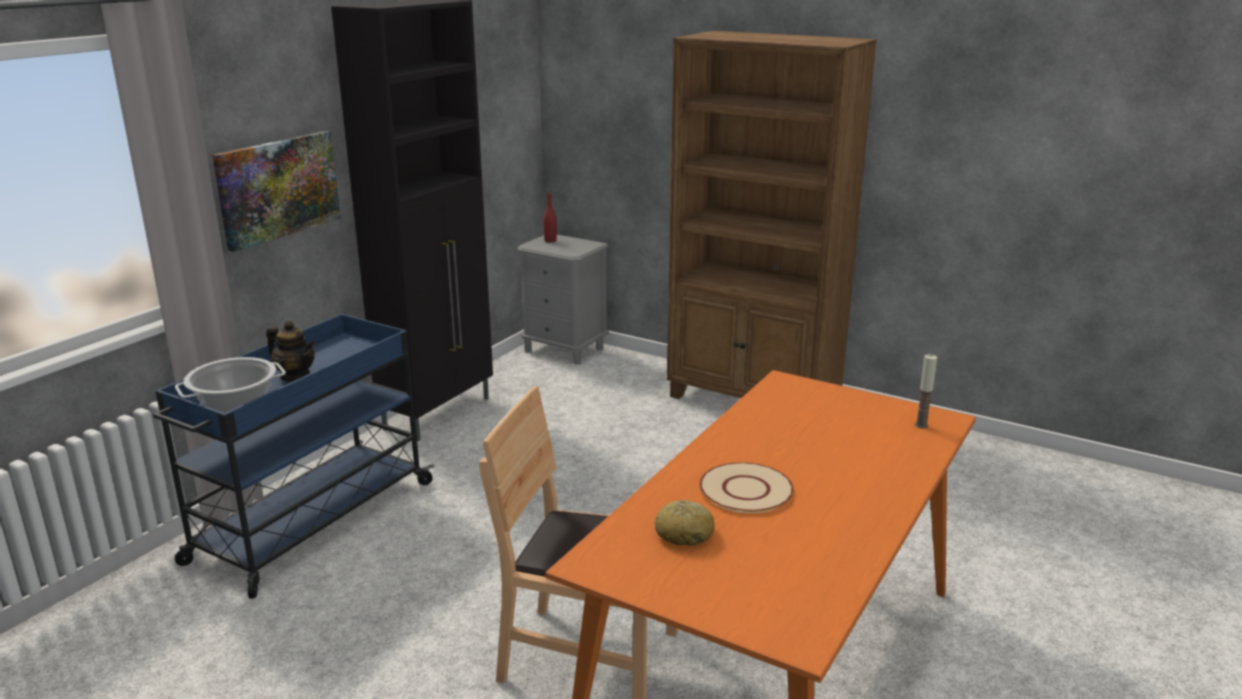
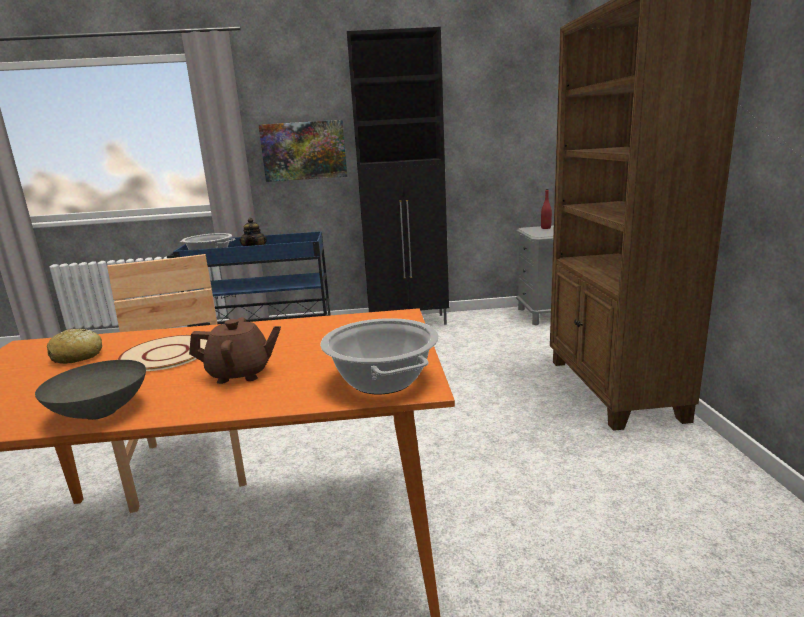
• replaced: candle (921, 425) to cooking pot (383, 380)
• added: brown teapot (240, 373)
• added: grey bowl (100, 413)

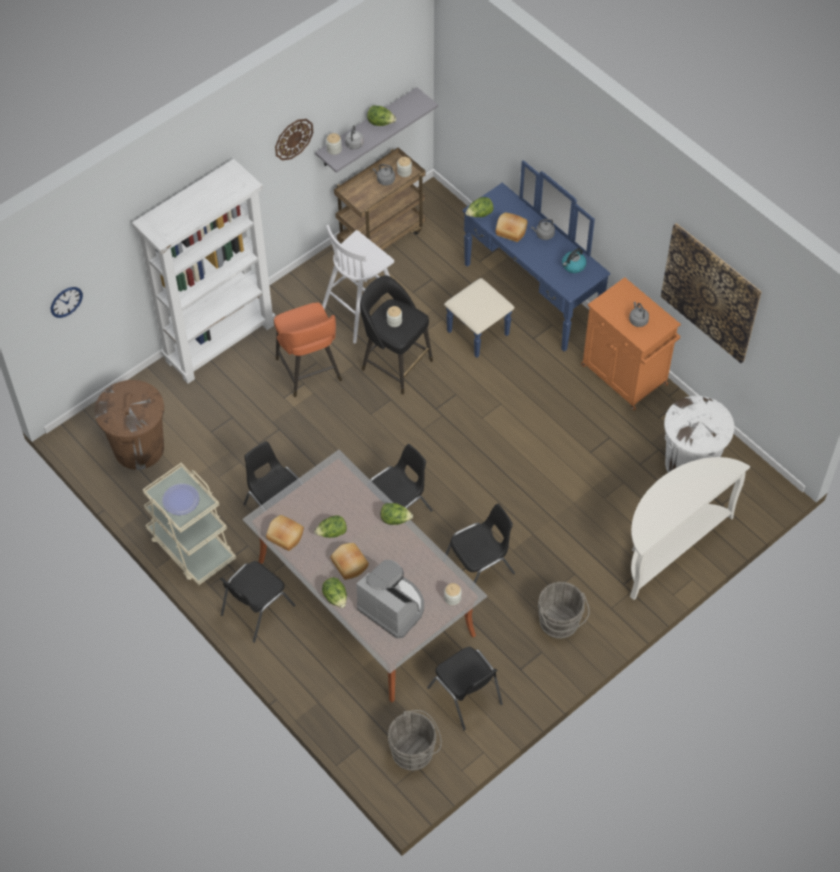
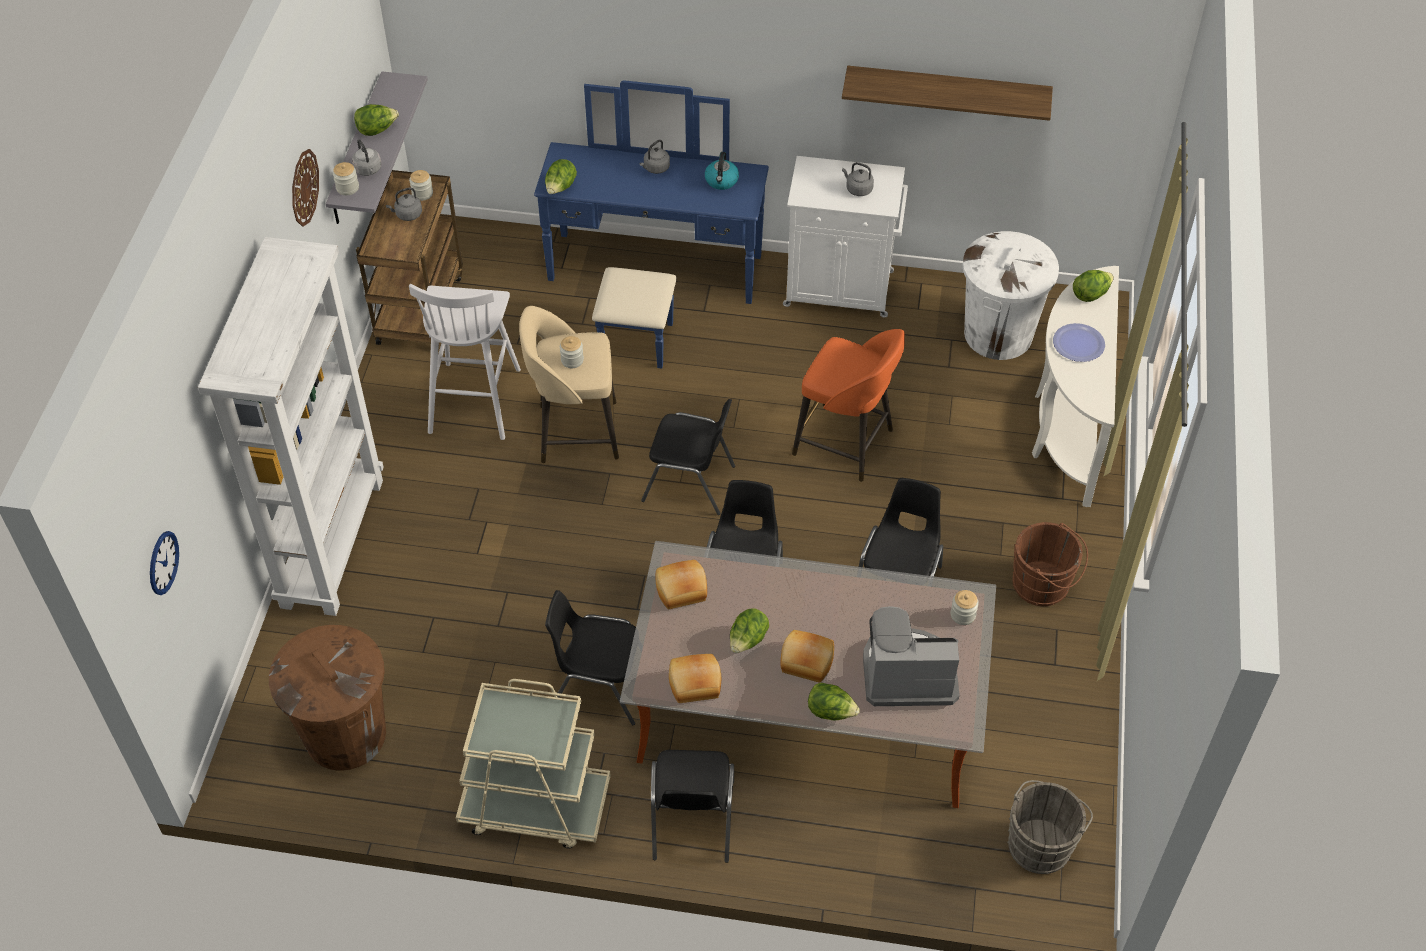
• moved: bread (510, 231) to (681, 591)
• replaced: picture (710, 292) to shelf (947, 92)
• recoloured: black stool (395, 364) to beige stool (575, 432)
• recoloured: orange cabinet (625, 376) to white cabinet (841, 289)
• moved: orange stool (309, 371) to (845, 443)
• moved: plate (181, 500) to (1078, 344)
• moved: lettuce (395, 519) to (1090, 294)
• recoloured: grey bucket (560, 624) to brown bucket (1044, 585)
• moved: black chair (465, 696) to (690, 483)

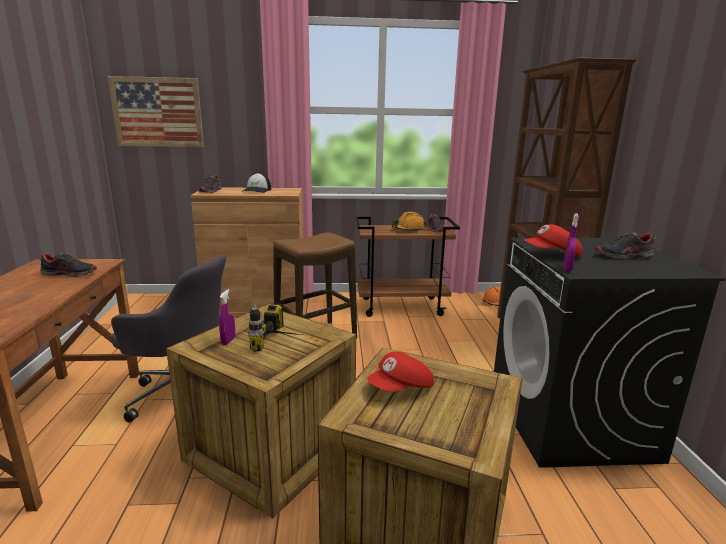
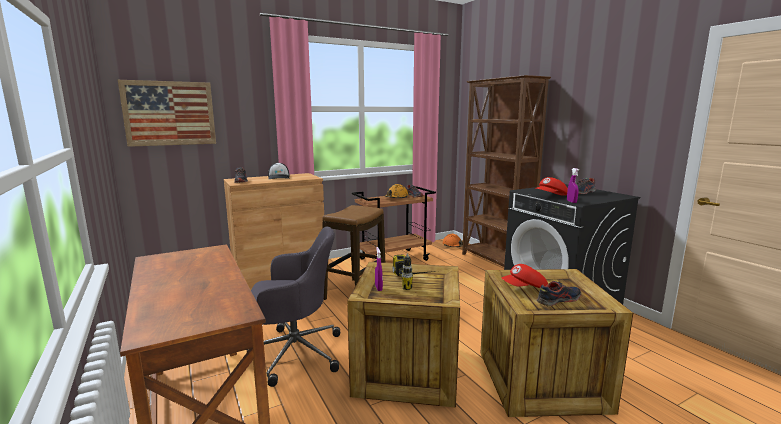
• moved: shoe (70, 274) to (558, 300)
• turned: red cap (401, 389) = (524, 289) 45 degrees clockwise

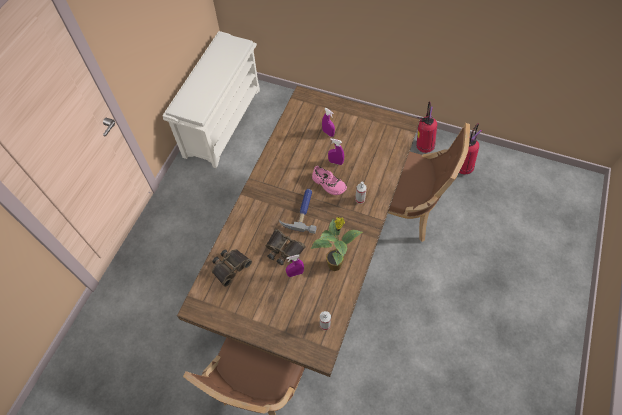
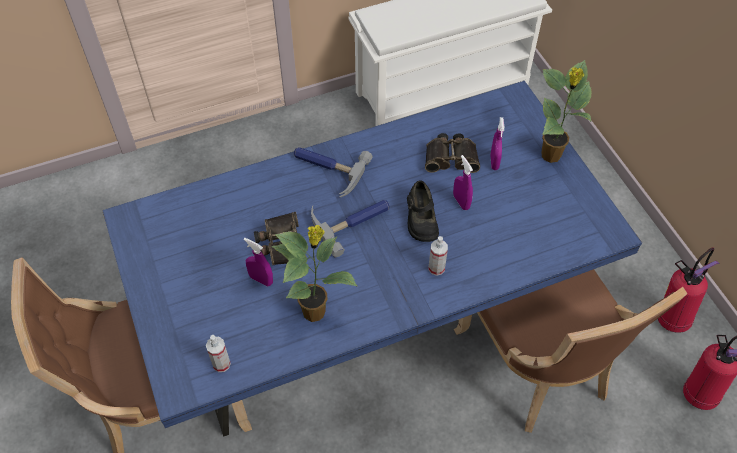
• recoloured: brown dining table (312, 256) to blue dining table (369, 319)
• recoloured: pink shoe (328, 184) to black shoe (421, 218)
• moved: binoculars (230, 266) to (451, 157)
• added: potted plant (551, 156)
• added: hammer (327, 169)

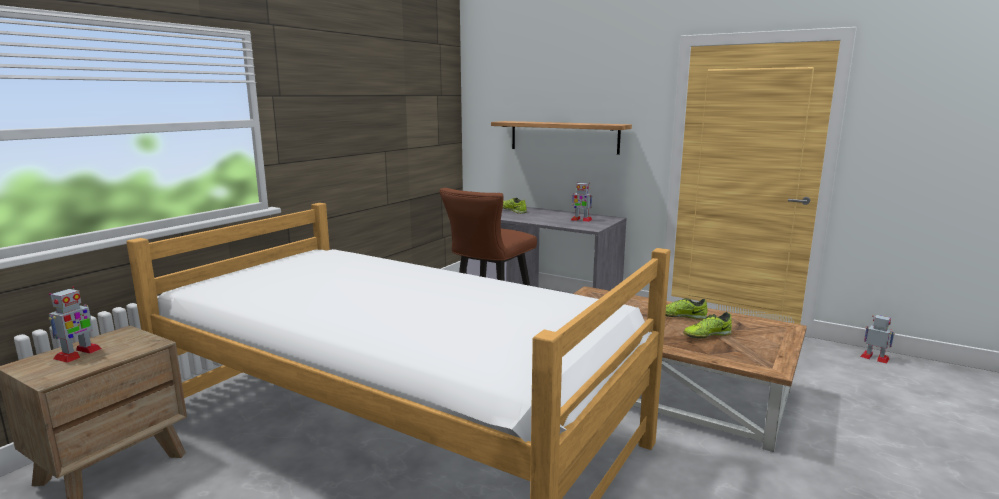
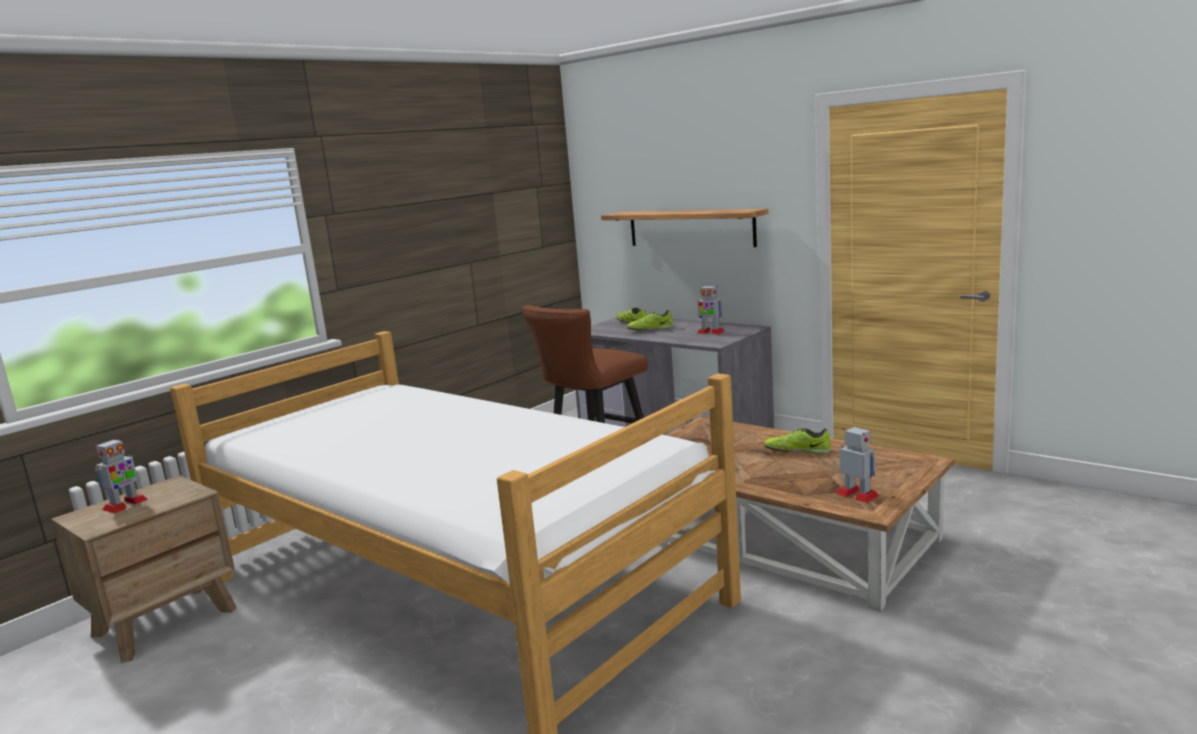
• moved: shoe (706, 335) to (650, 330)
• moved: toy robot (875, 358) to (857, 494)

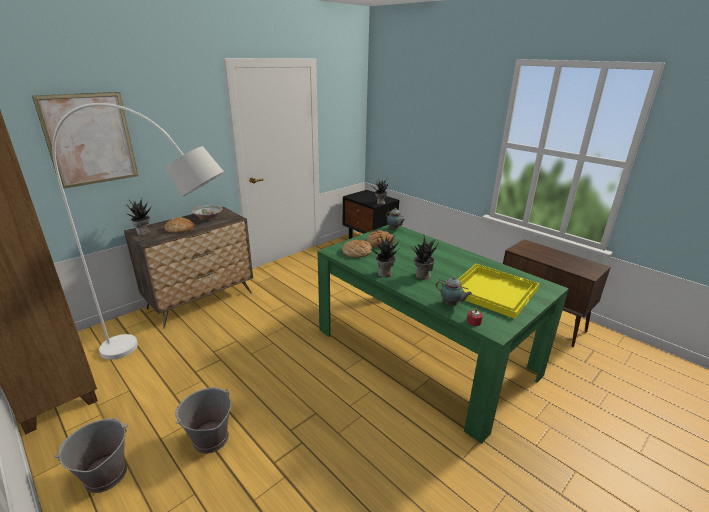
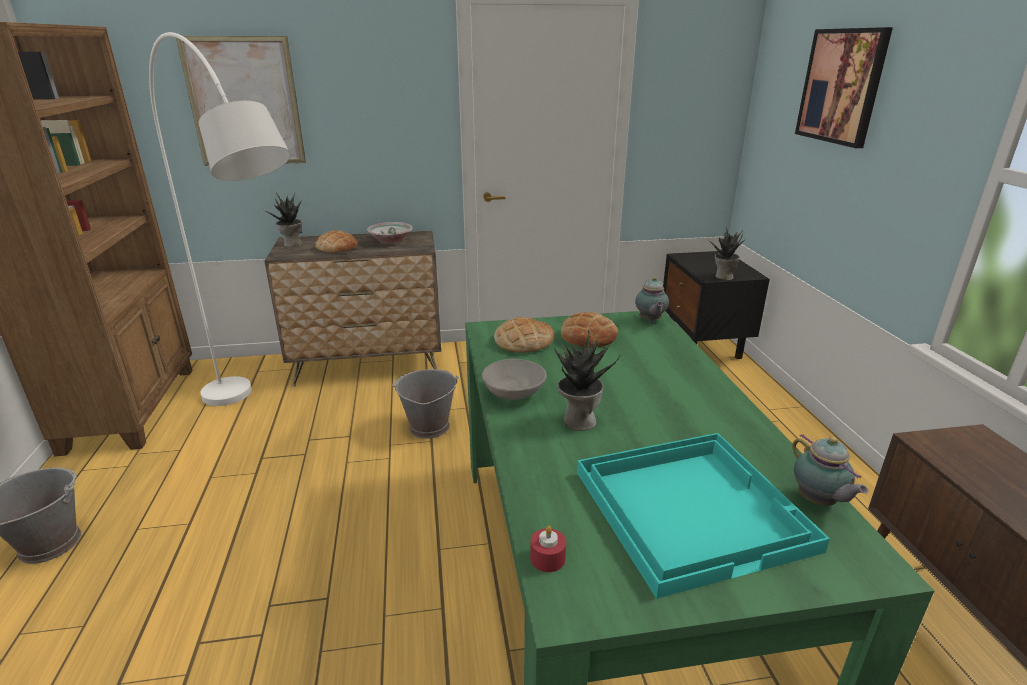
• replaced: potted plant (384, 274) to grey bowl (513, 393)
• recoloured: yellow tray (492, 290) to turquoise tray (691, 508)
• moved: teapot (451, 304) to (818, 502)
• moved: grey bucket (210, 439) to (428, 426)
• added: picture (841, 86)

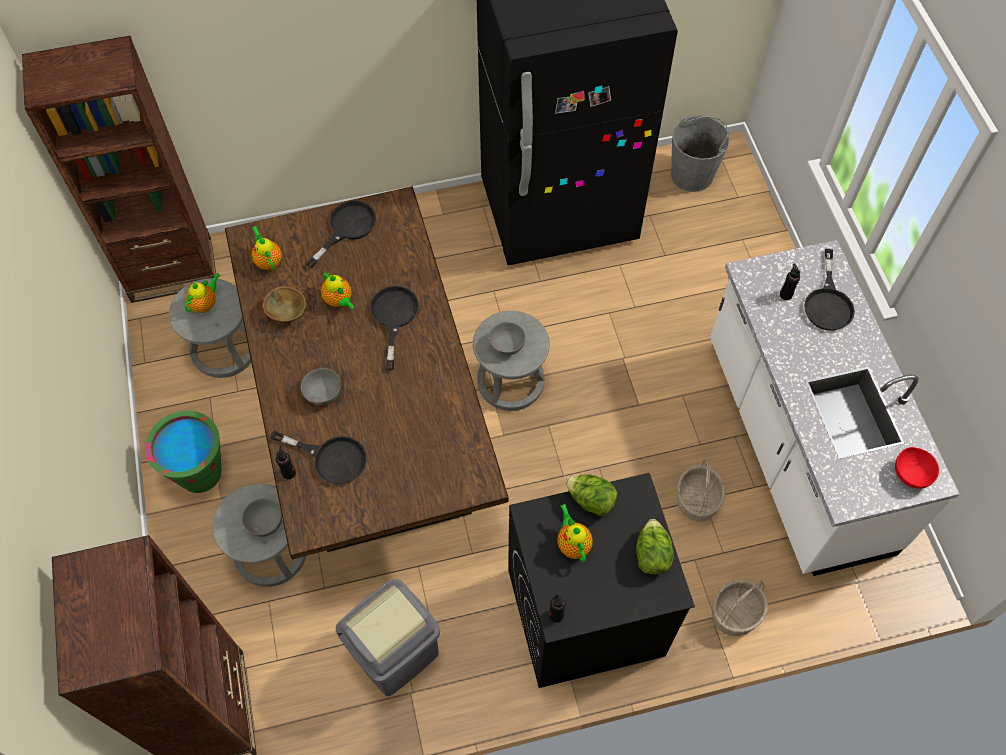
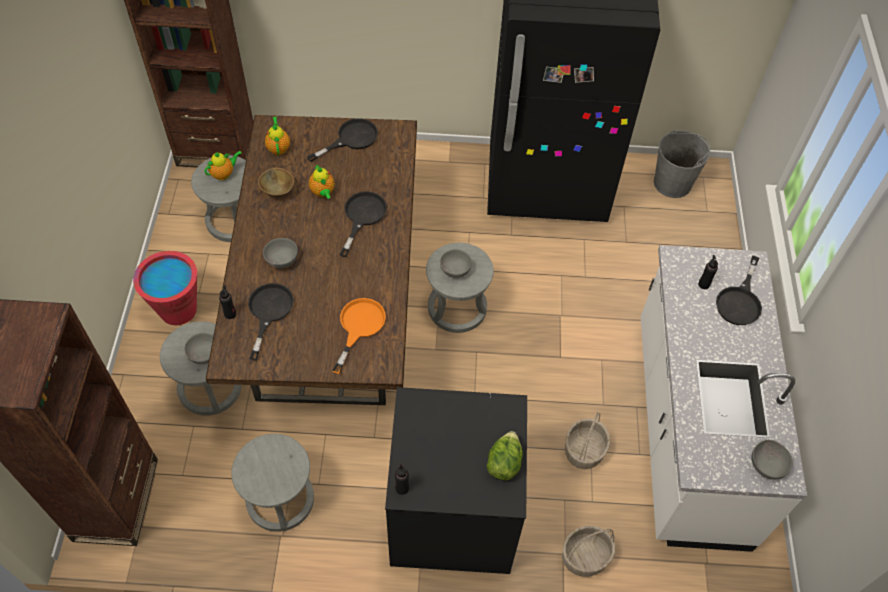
• recoloured: green bucket (200, 473) to red bucket (178, 310)
• turned: black frying pan (331, 458) = (268, 312) 120 degrees counterclockwise
• recoloured: red bowl (911, 473) to grey bowl (767, 465)
• removed: lettuce (590, 500)
• removed: teapot (573, 543)
• replaced: grey trash can (396, 653) to grey stool (280, 500)
• added: orange frying pan (359, 327)

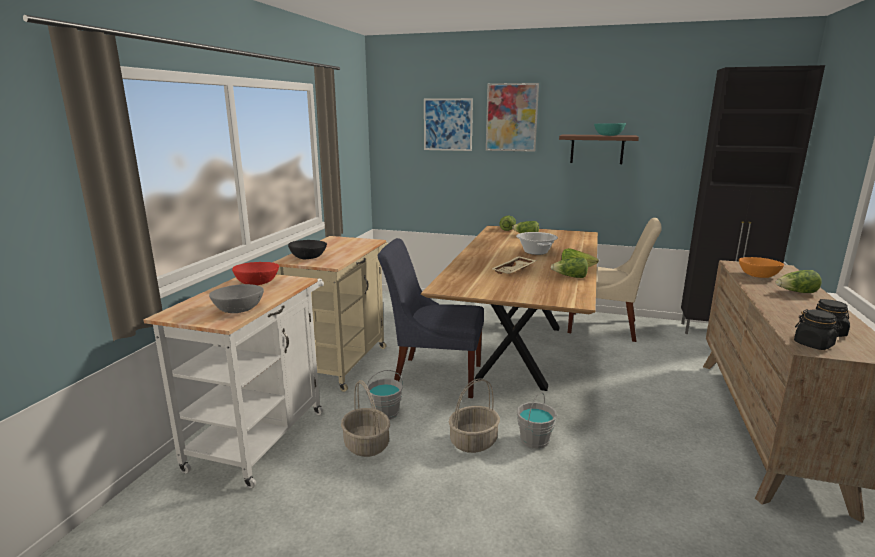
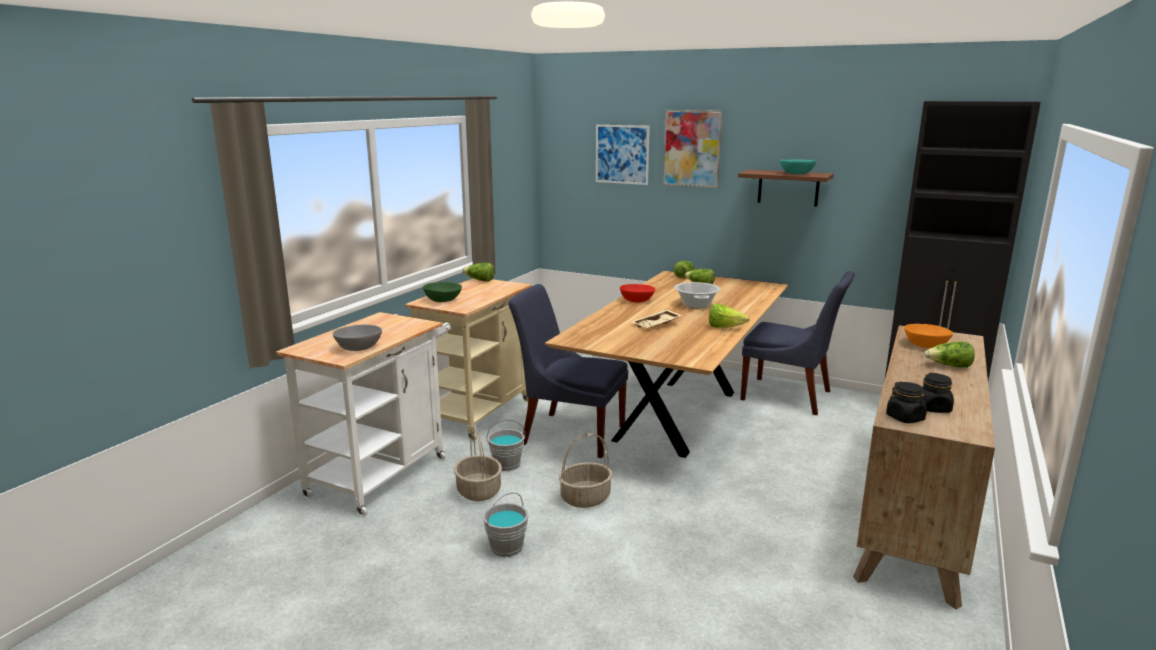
• recoloured: beige chair (606, 327) to blue chair (790, 396)
• recoloured: black bowl (308, 257) to green bowl (443, 300)
• moved: lettuce (570, 277) to (479, 280)
• moved: red bowl (257, 282) to (637, 300)
• moved: grey bucket (534, 440) to (506, 547)

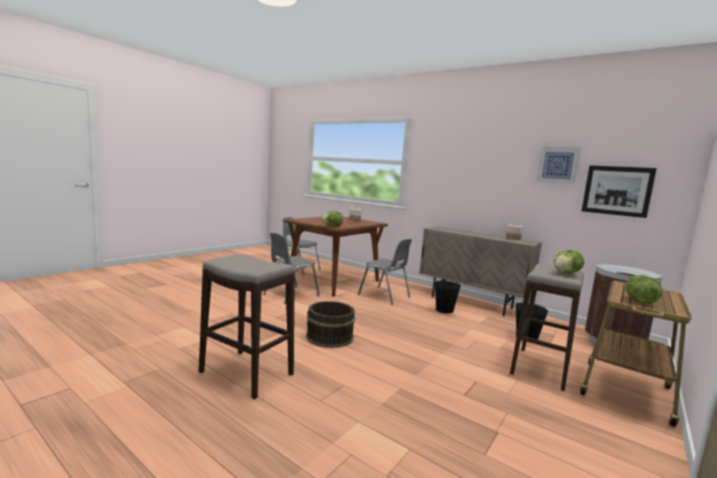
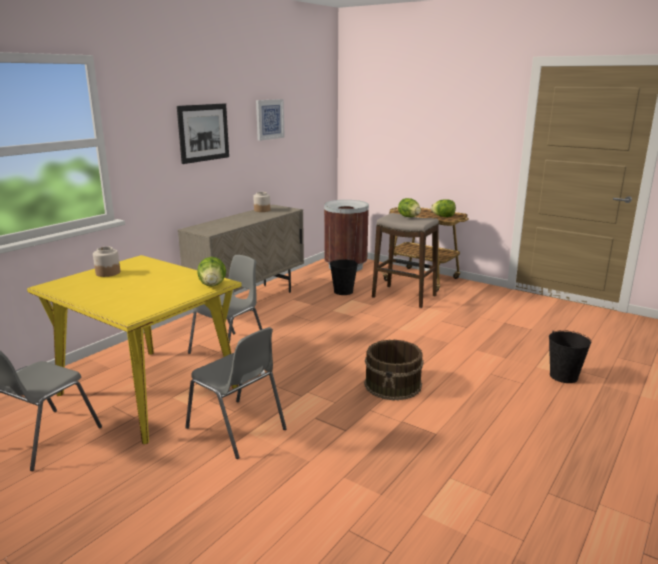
• moved: picture (617, 190) to (203, 132)
• recoloured: brown dining table (334, 281) to yellow dining table (148, 391)
• removed: stool (246, 373)
• moved: black bucket (444, 310) to (563, 376)

